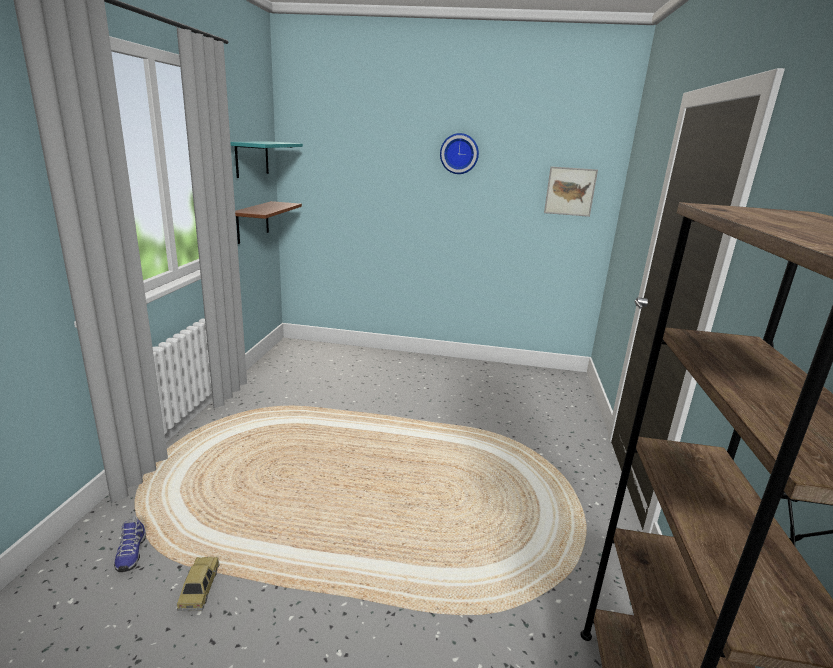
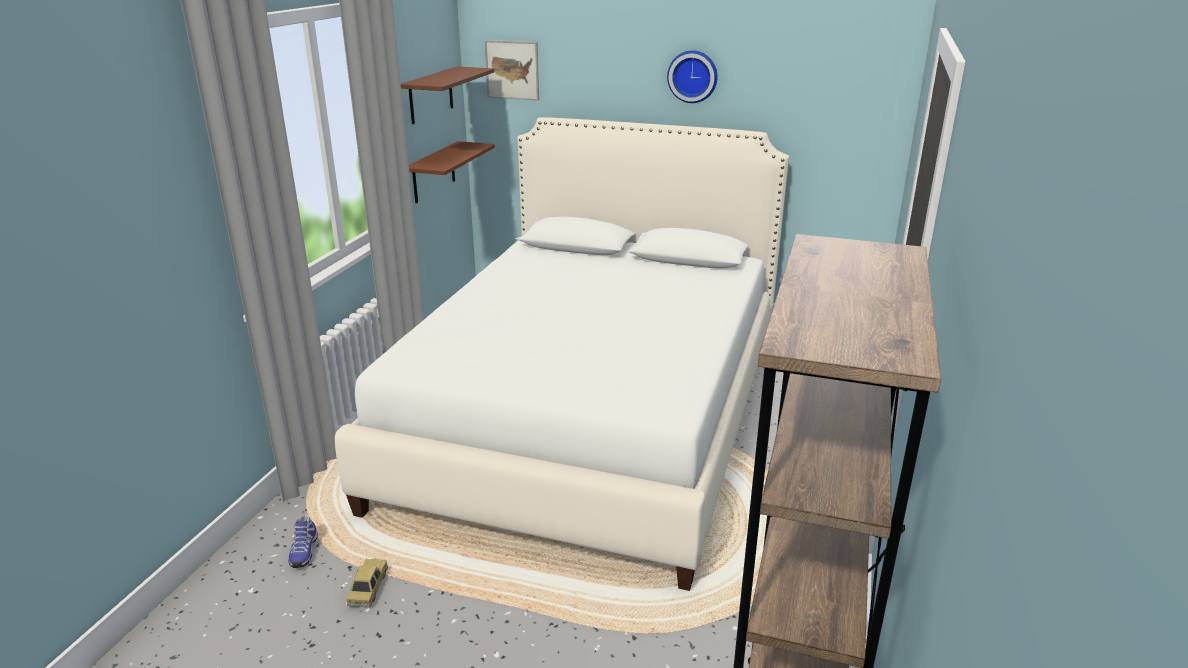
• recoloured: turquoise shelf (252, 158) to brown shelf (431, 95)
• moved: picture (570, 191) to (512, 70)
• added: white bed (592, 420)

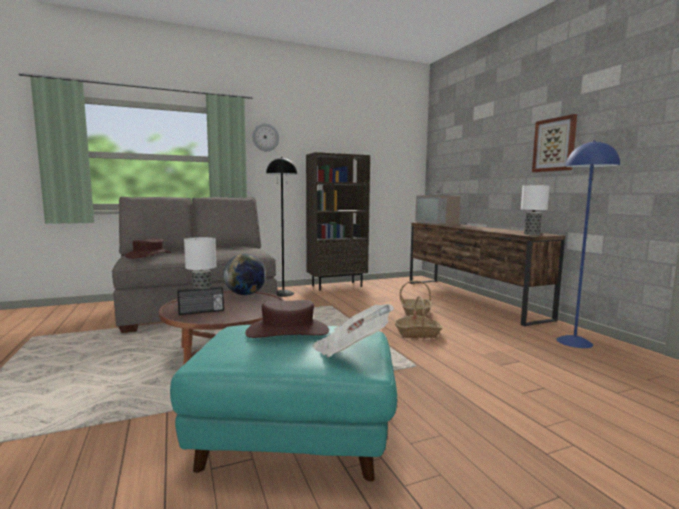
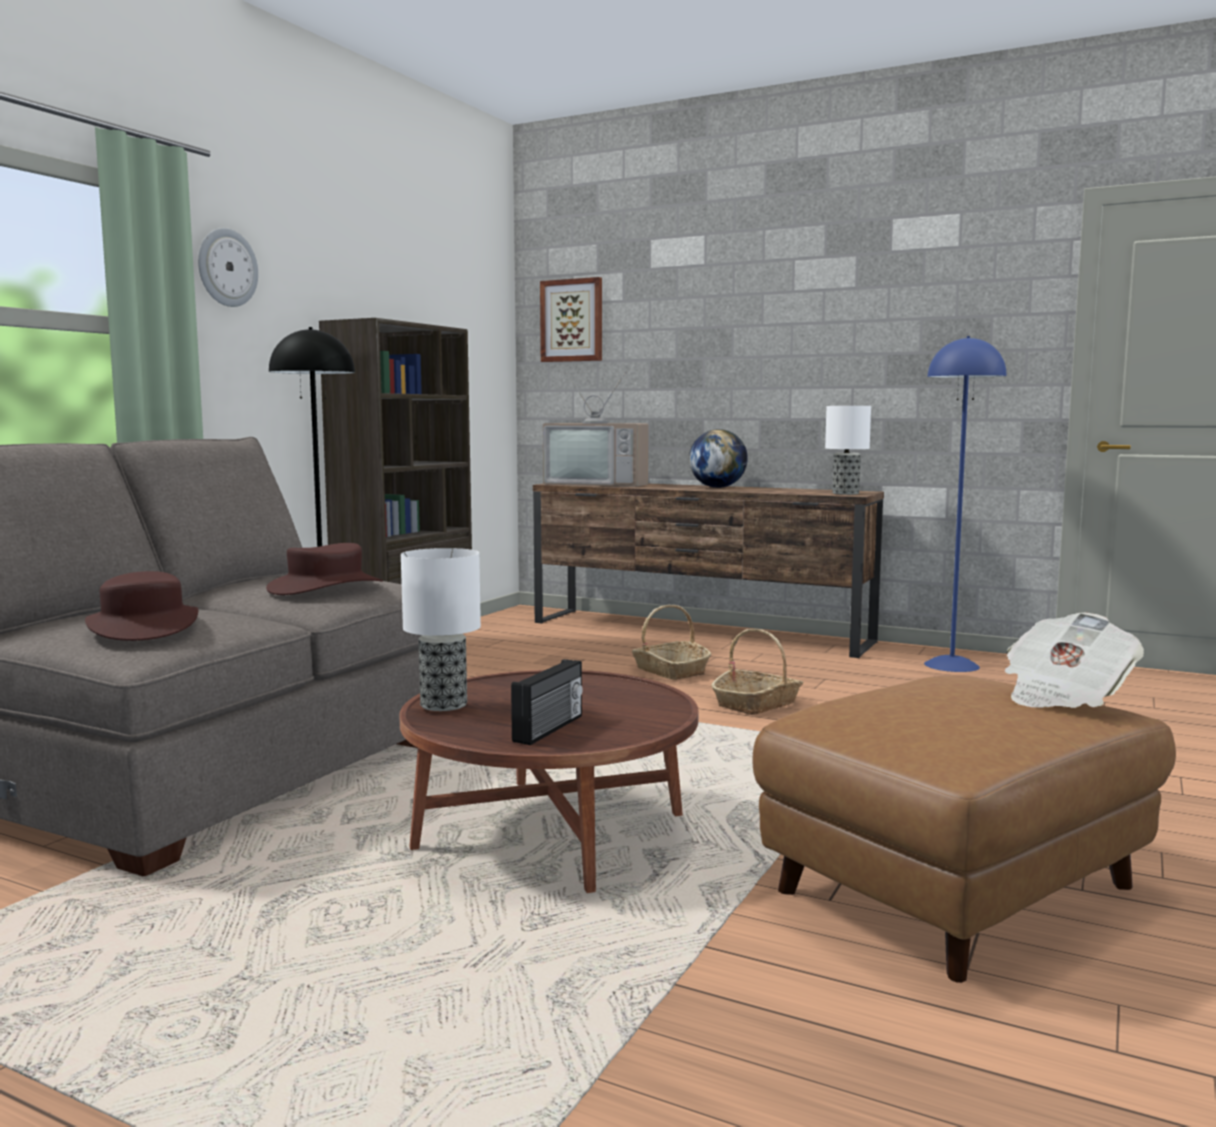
• moved: picture (554, 145) to (572, 320)
• moved: globe (245, 294) to (717, 487)
• moved: brown hat (288, 331) to (326, 587)
• recoloured: turquoise ottoman (292, 438) to brown ottoman (957, 890)

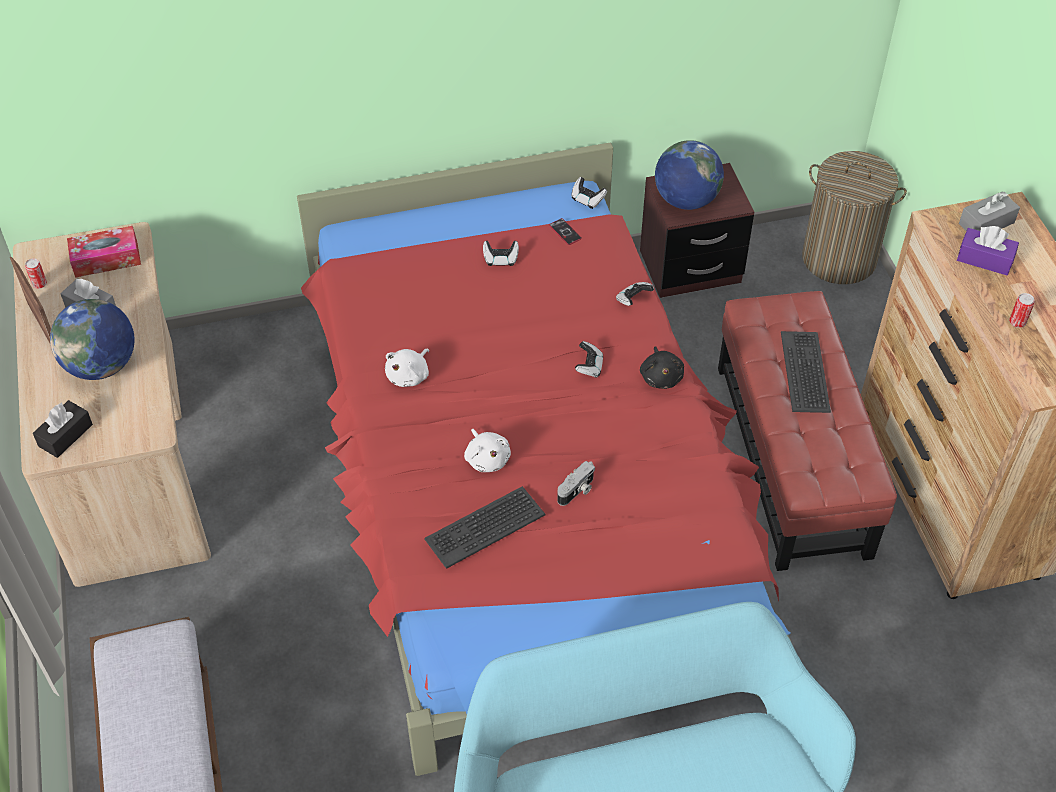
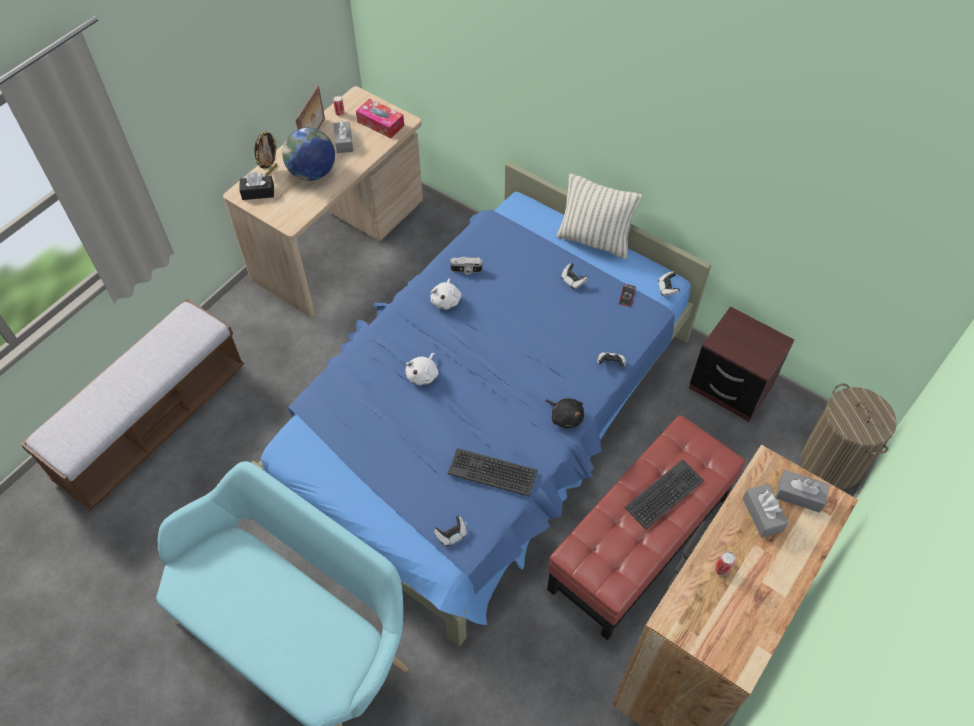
• removed: globe (686, 200)
• recoloured: red bed (525, 486) to blue bed (484, 418)
• recoloured: purple tissue box (985, 259) to grey tissue box (762, 514)
• moved: game controller (589, 366) to (451, 535)
• turned: black plush toy (661, 377) = (565, 417) 90 degrees counterclockwise
• turned: white plush toy (409, 375) = (446, 300) 75 degrees counterclockwise
• moved: photo camera (577, 491) to (466, 270)
• moved: keyboard (484, 526) to (492, 472)
• added: picture frame (270, 170)
• added: pillow (594, 241)

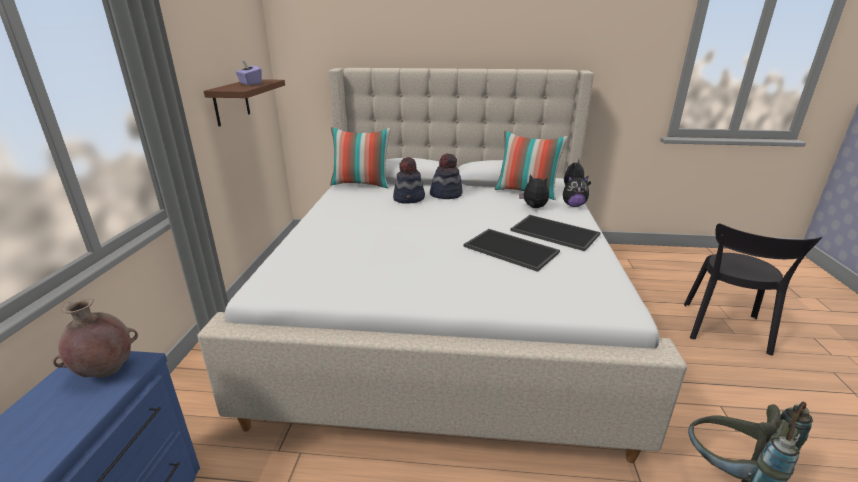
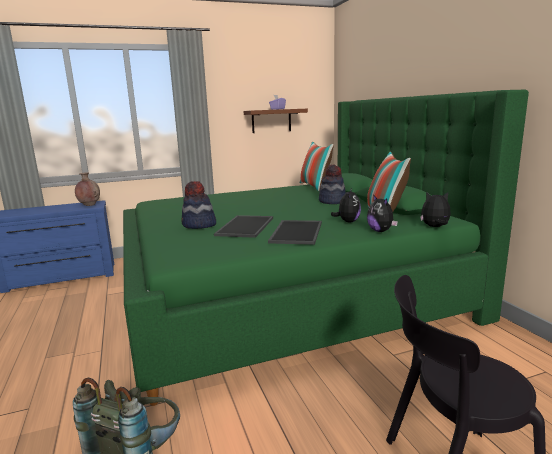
• recoloured: beige bed (447, 311) to green bed (288, 294)
• moved: hat (409, 199) to (199, 225)

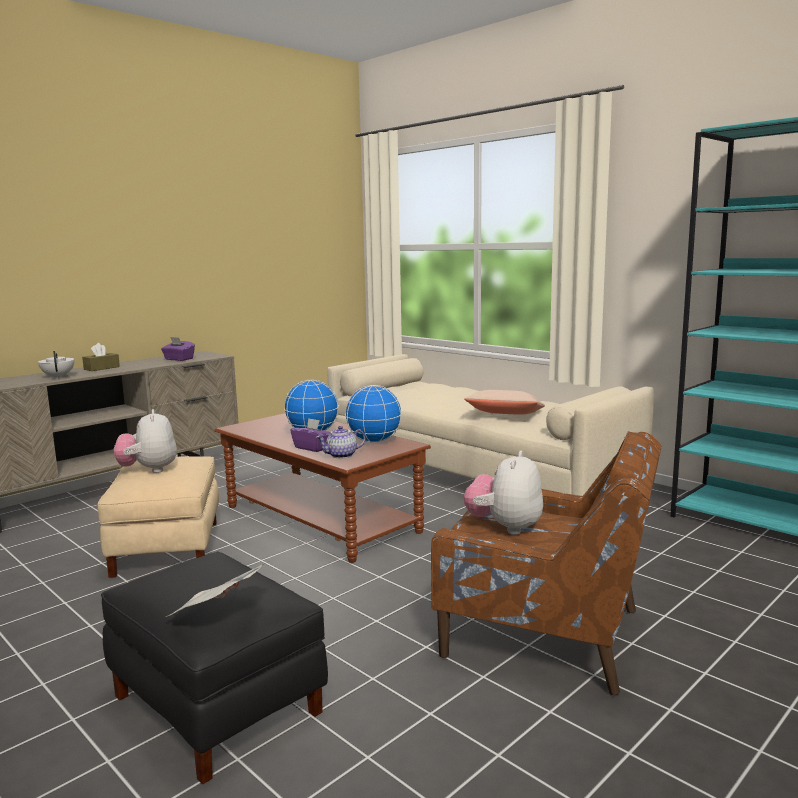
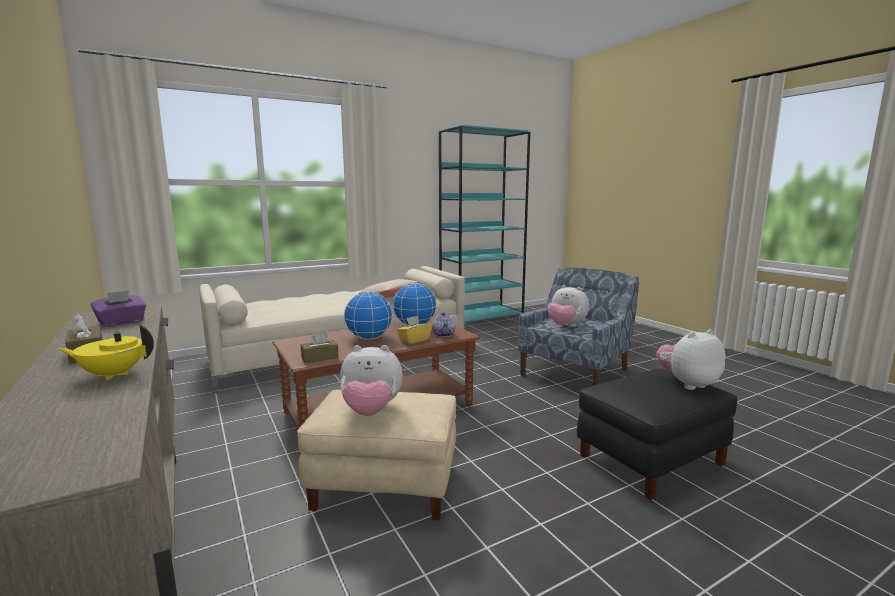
• recoloured: white teapot (58, 377) to yellow teapot (113, 374)
• recoloured: purple tissue box (312, 448) to yellow tissue box (414, 340)
• recoloured: brown armchair (546, 635) to blue armchair (575, 372)
• replaced: newspaper (219, 615) to plush toy (687, 384)
• added: brown tissue box (320, 358)

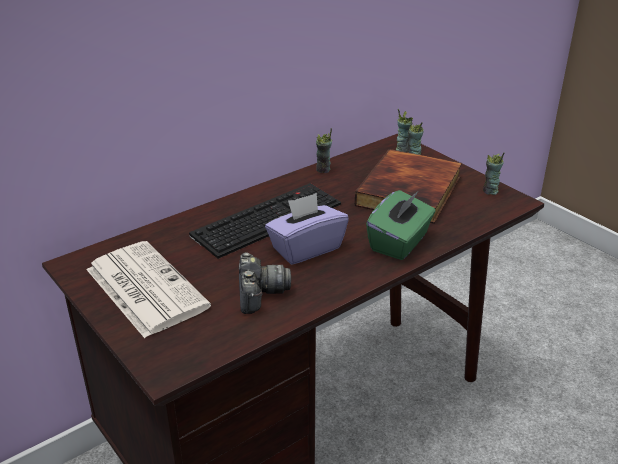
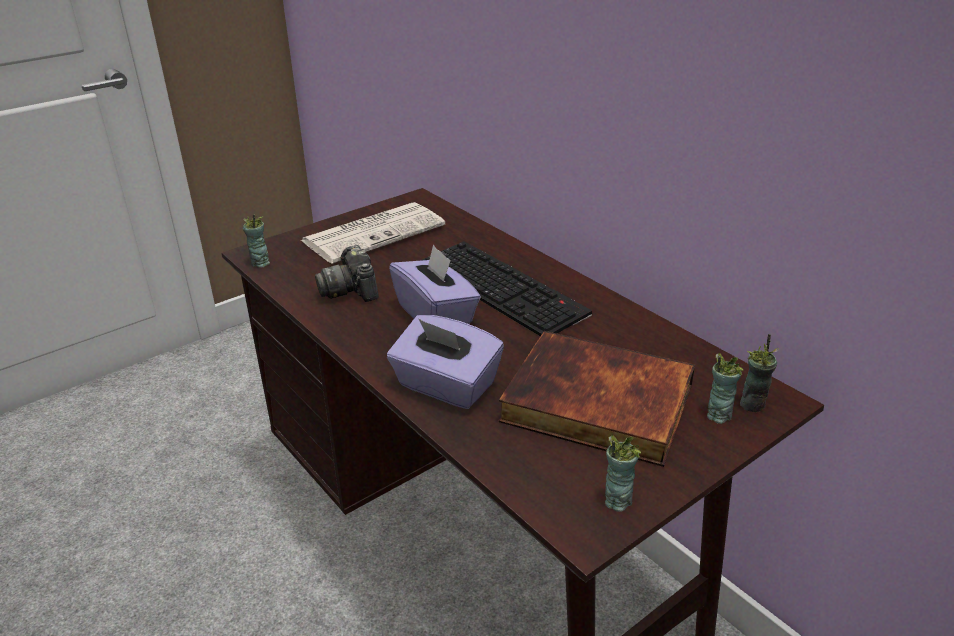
• moved: cup (323, 170) to (260, 263)
• recoloured: green tissue box (400, 243) to purple tissue box (445, 386)
• turned: photo camera (259, 294) = (351, 290) 75 degrees clockwise

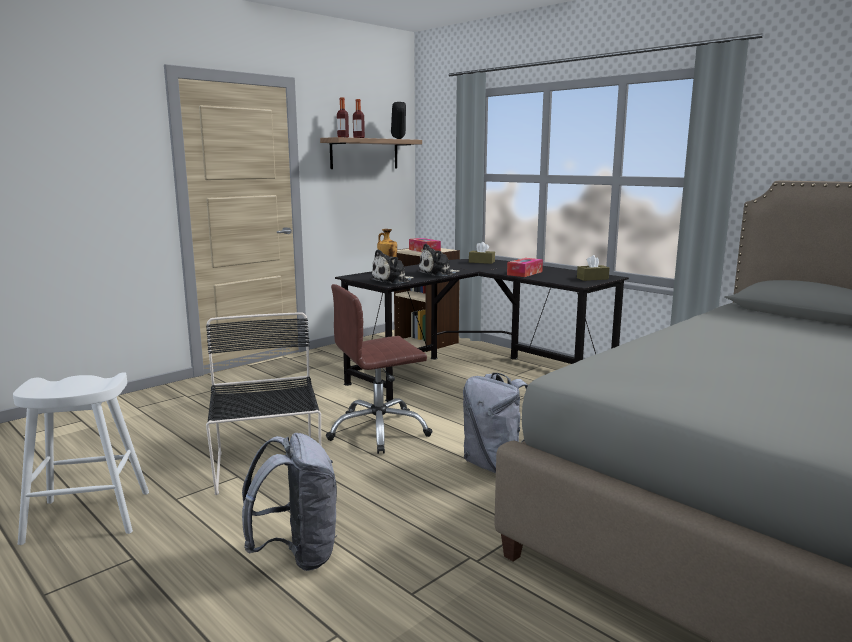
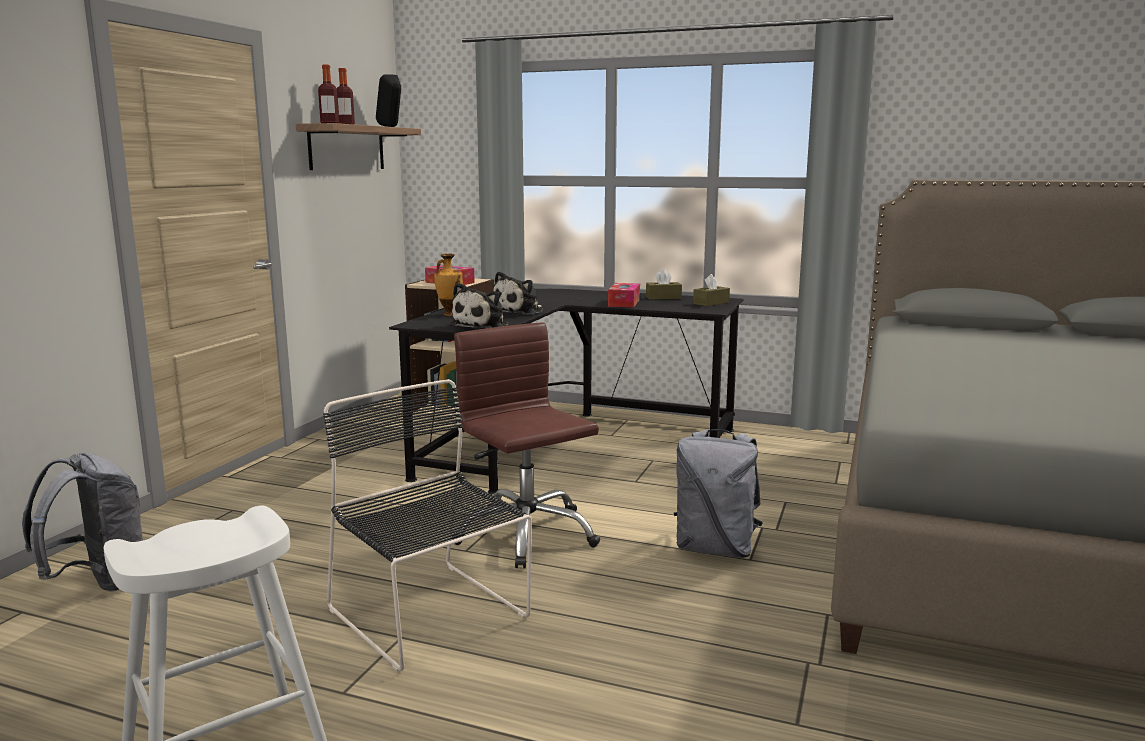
• moved: brown tissue box (481, 262) to (663, 297)
• turned: brown office chair (379, 431) = (526, 534) 105 degrees clockwise
• moved: grey backpack (297, 554) to (98, 582)

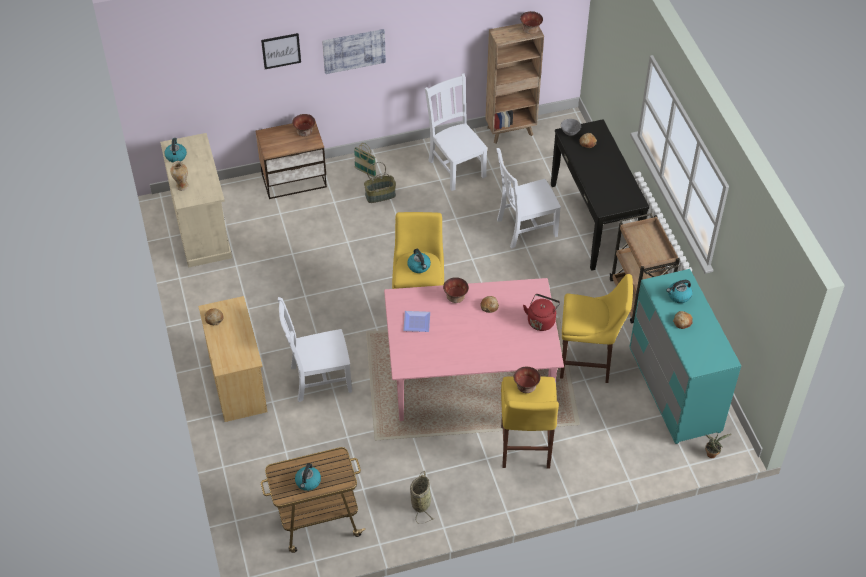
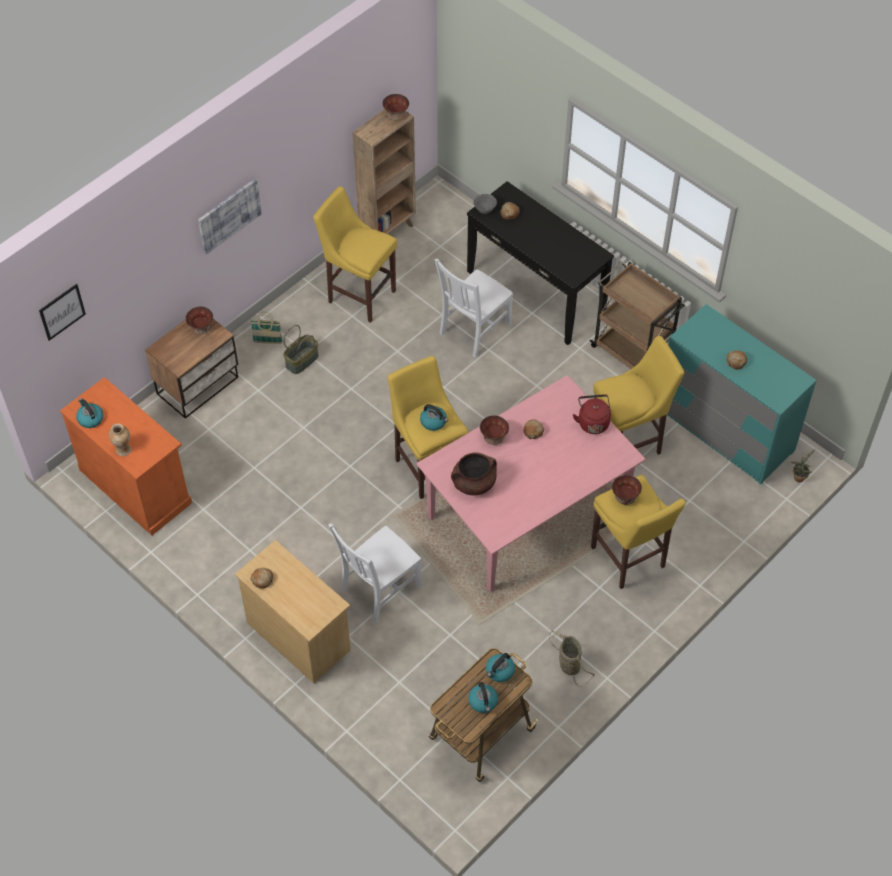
• moved: picture (281, 51) to (62, 311)
• replaced: white chair (456, 167) to yellow stool (359, 295)
• recoloured: beige cabinet (202, 229) to orange cabinet (136, 486)
• moved: kettle (678, 296) to (499, 671)
• replaced: plate (415, 323) to brown cooking pot (473, 483)

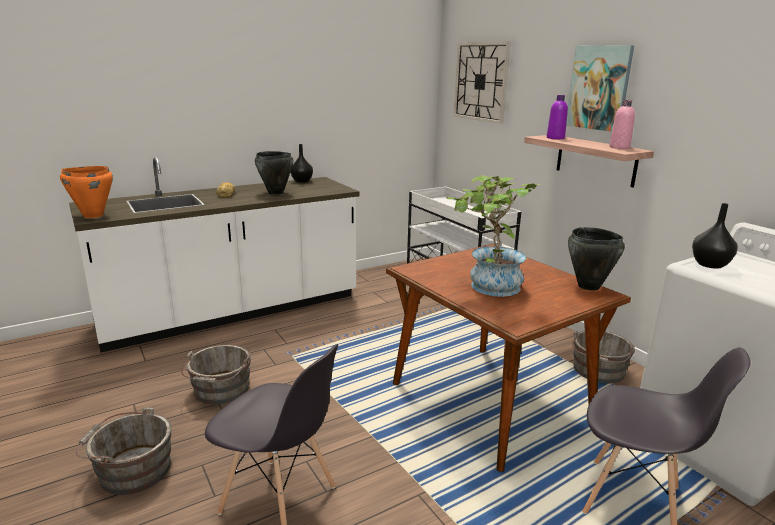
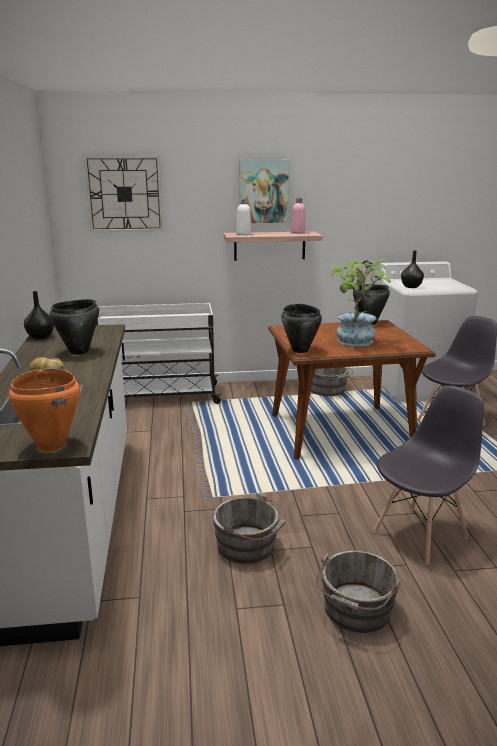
• recoloured: purple bottle (555, 138) to white bottle (243, 234)
• added: black cooking pot (300, 350)

